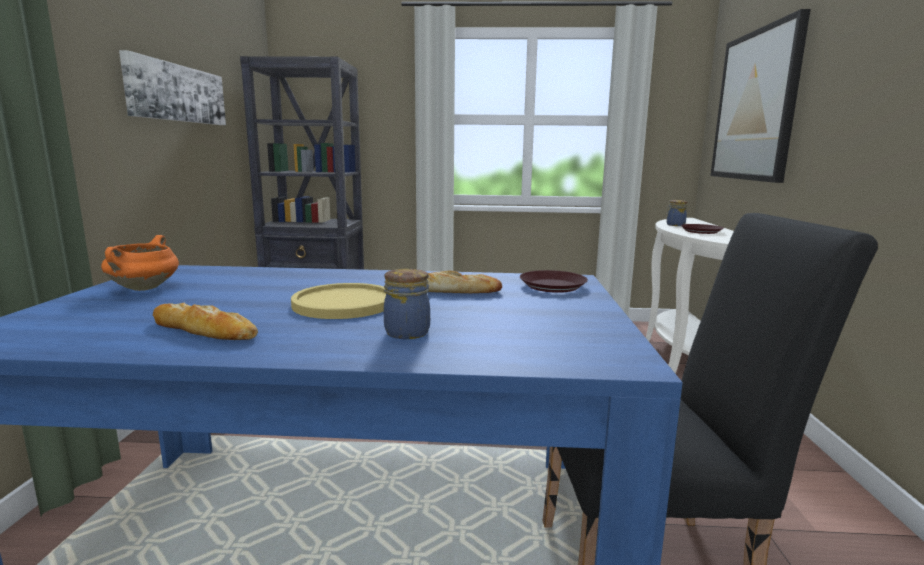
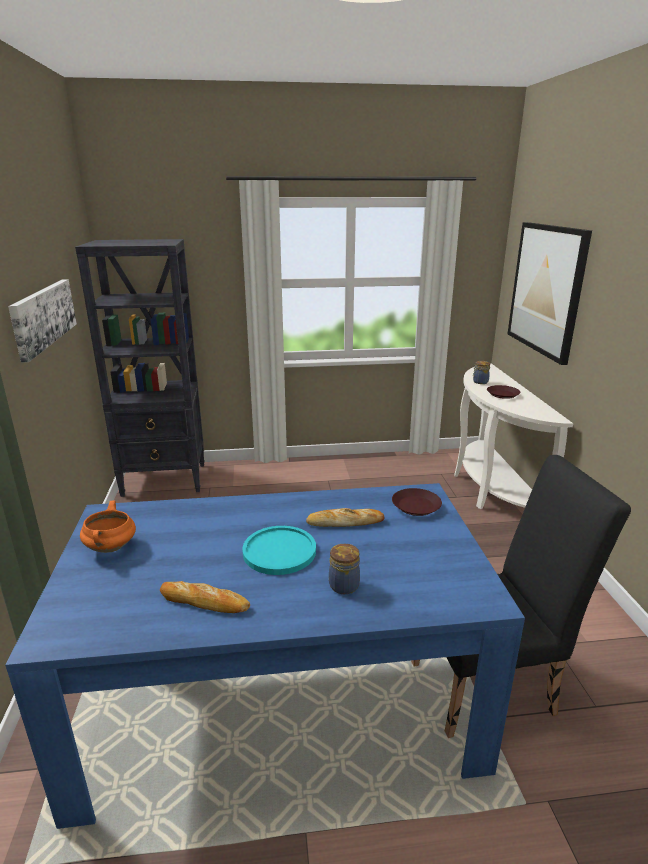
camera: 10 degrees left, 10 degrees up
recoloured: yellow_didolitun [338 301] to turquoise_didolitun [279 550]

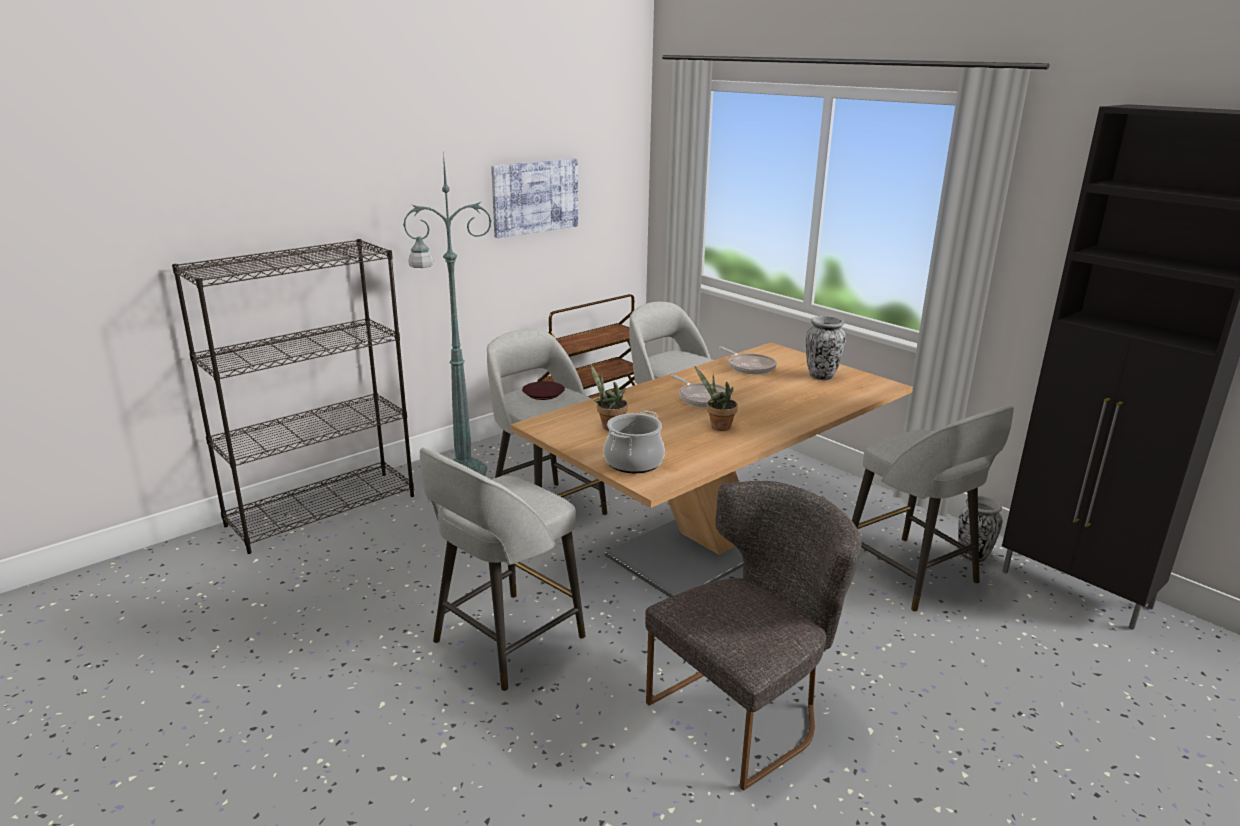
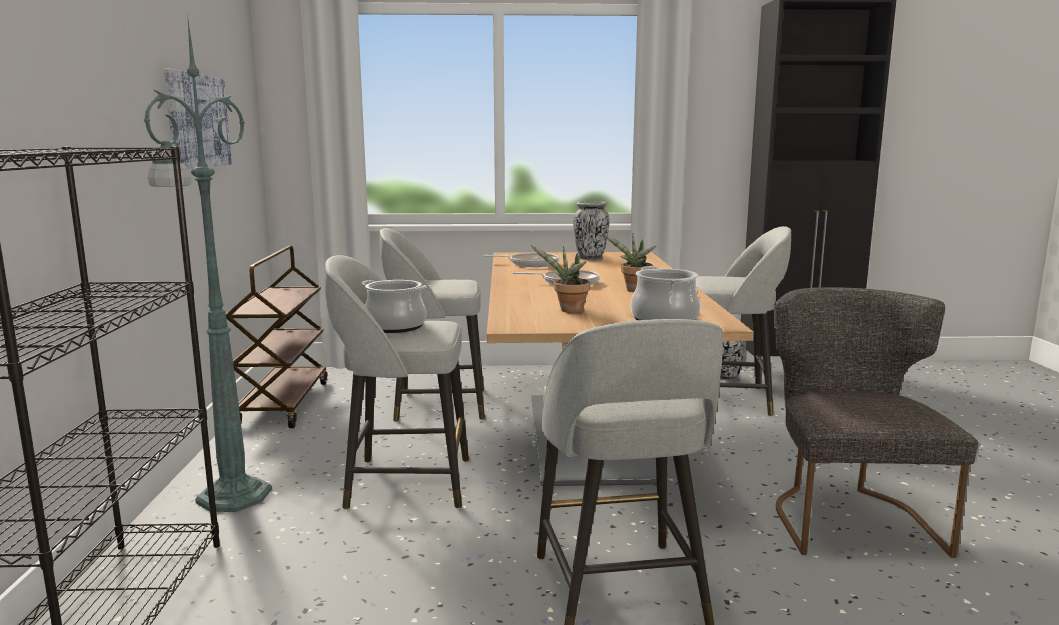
camera: 50 degrees left, 10 degrees down
replaced: brown_didolitun [543 390] to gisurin [394 306]

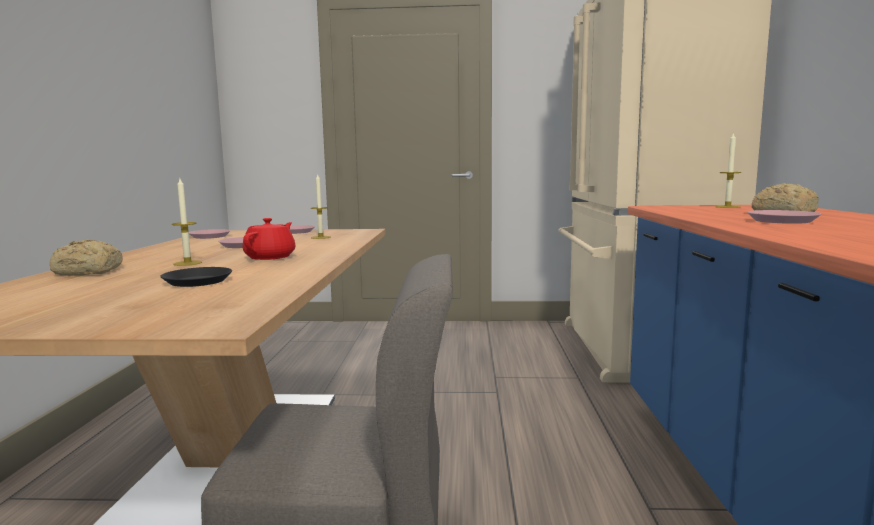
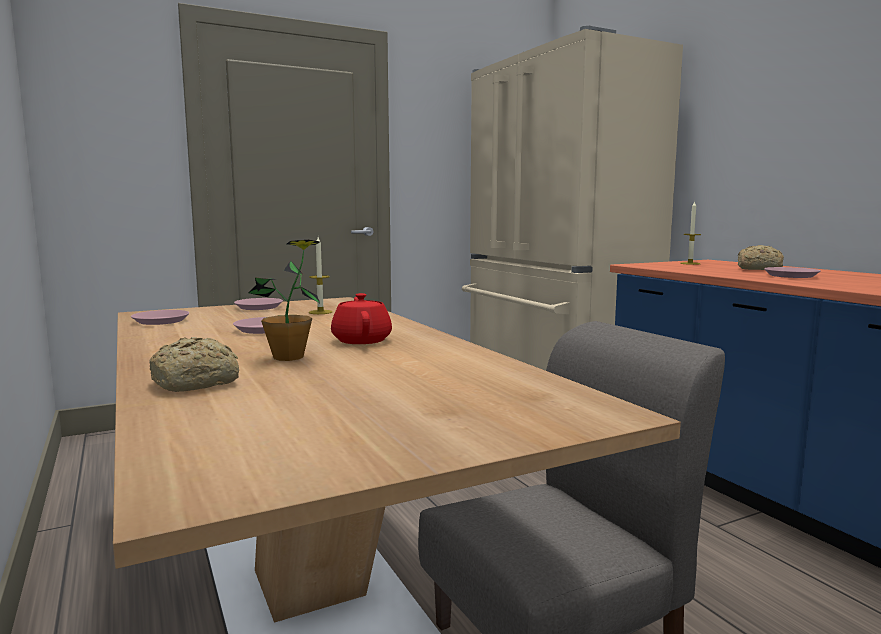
camera: 30 degrees left, 0 degrees up
removed: black_didolitun [196 277]
replaced: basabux [187 222] to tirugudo [284 300]

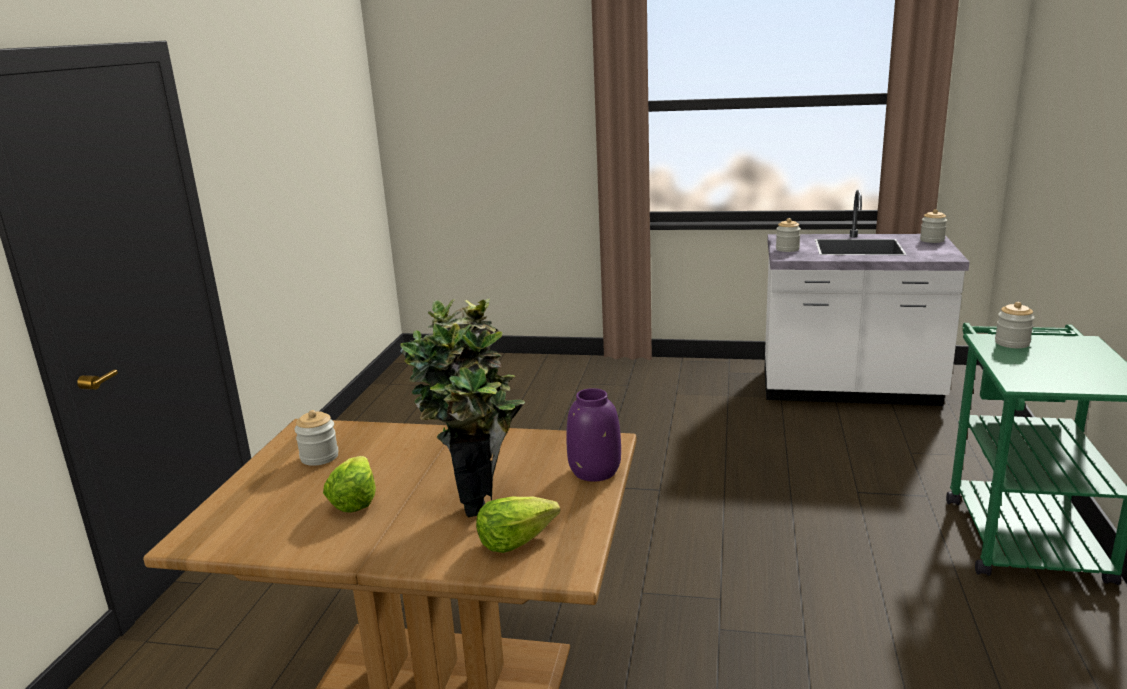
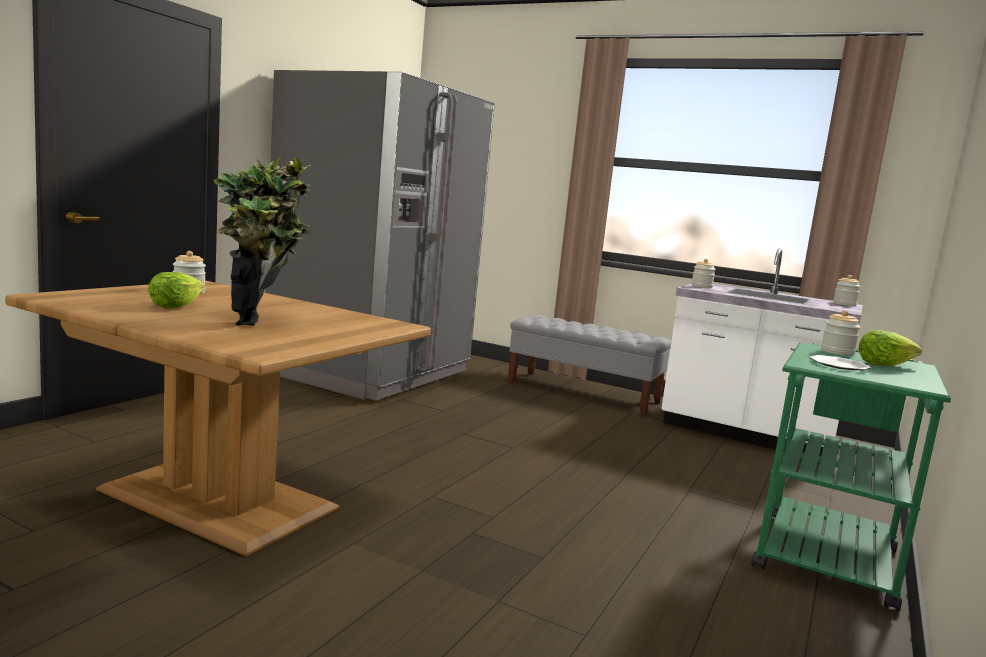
camera: 15 degrees right, 10 degrees down
removed: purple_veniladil [593 435]
added: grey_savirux [380 235]; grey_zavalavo [589 365]; didolitun [840 362]
moved: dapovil [518 525] to [890 348]

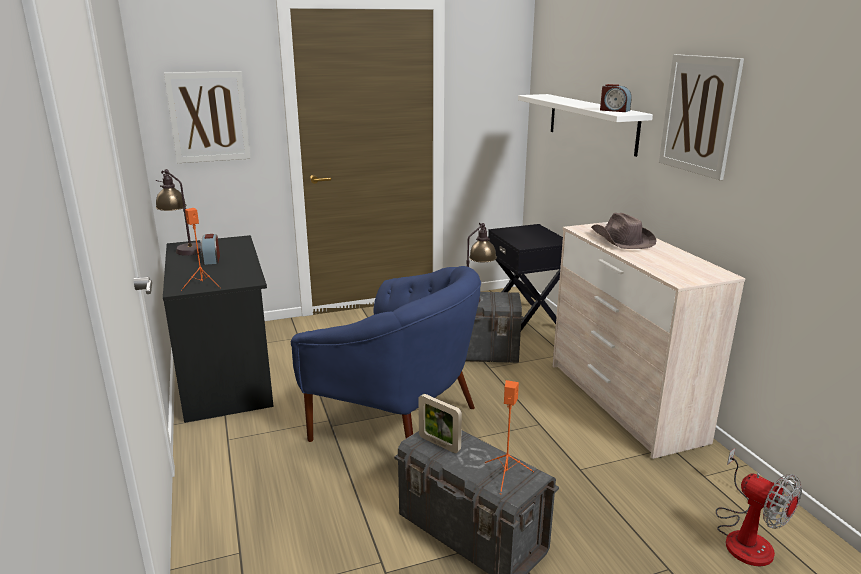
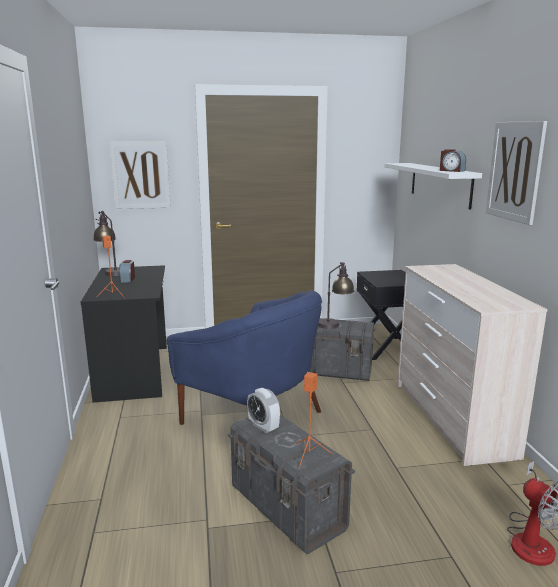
camera: 10 degrees right, 5 degrees down
removed: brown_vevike [624 231]
replaced: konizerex [440 423] to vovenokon [263 410]

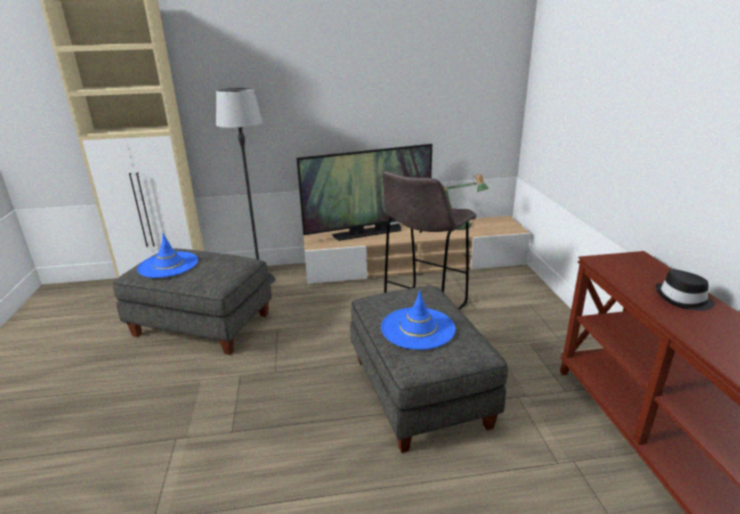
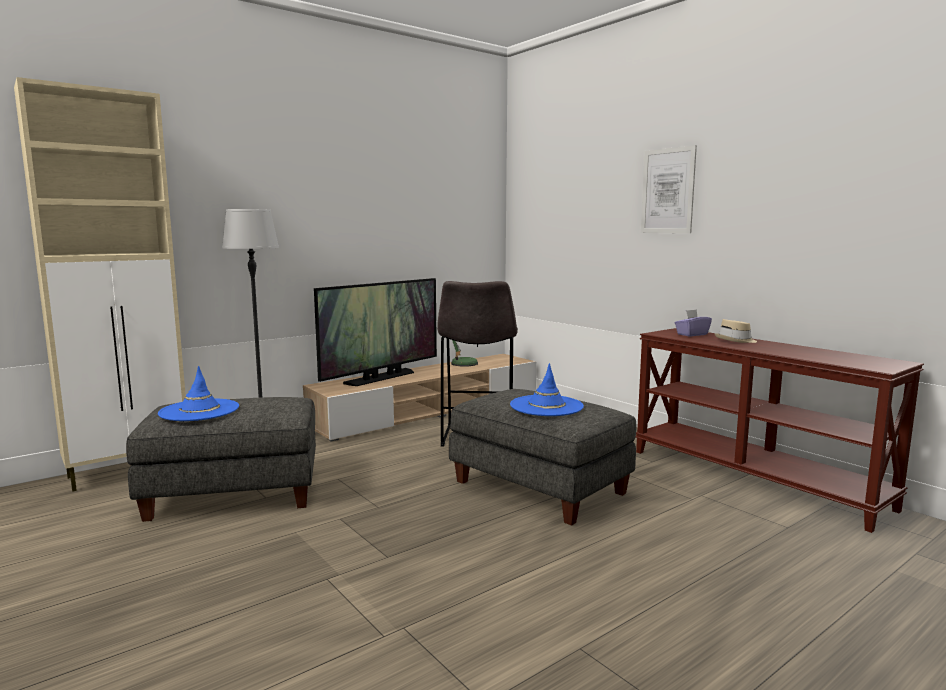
camera: 30 degrees left, 15 degrees down
added: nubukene [669 189]; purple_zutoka [693 322]
recoloured: black_vevike [685 290] to beige_vevike [736 331]

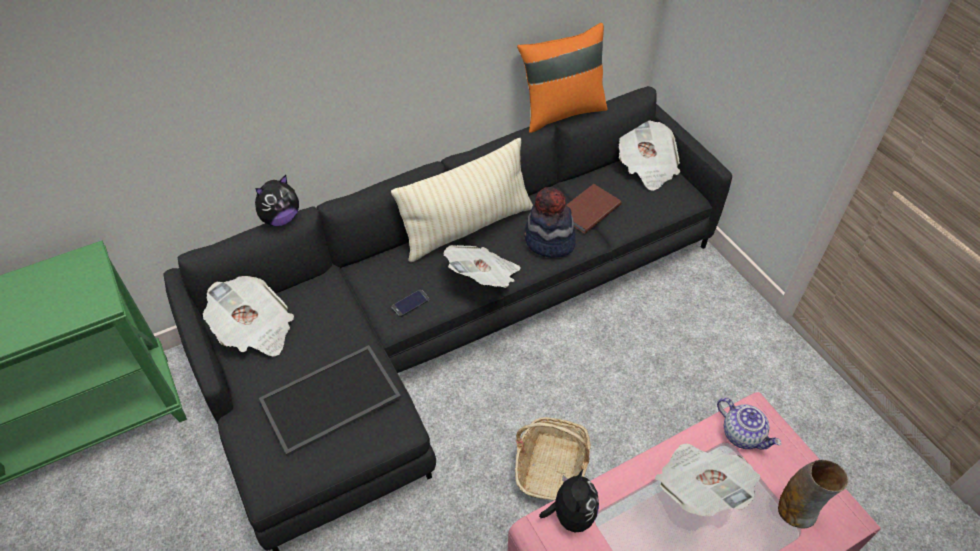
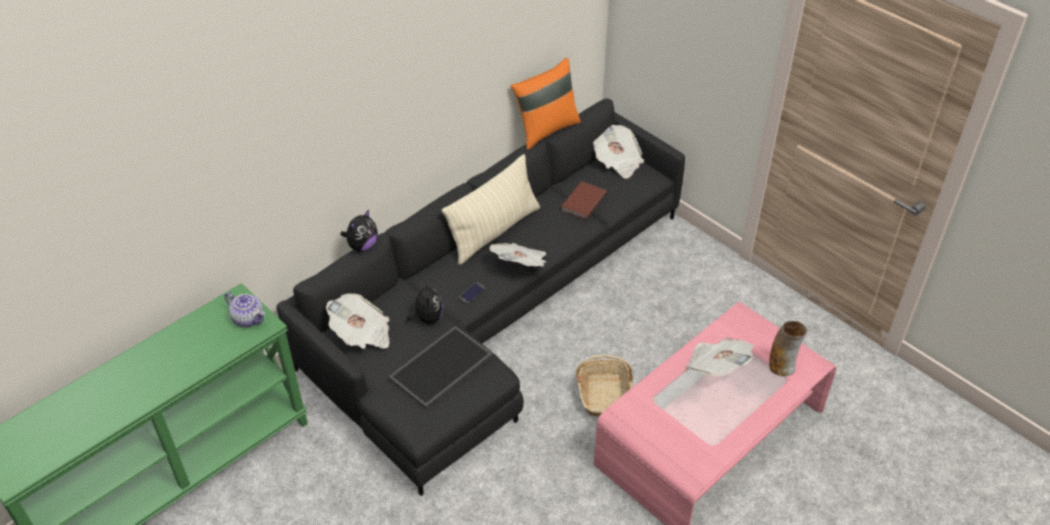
camera: 15 degrees left, 5 degrees down
removed: vevike [550 222]
moved: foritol [749 424] to [245 309]; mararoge [569 500] to [425 302]

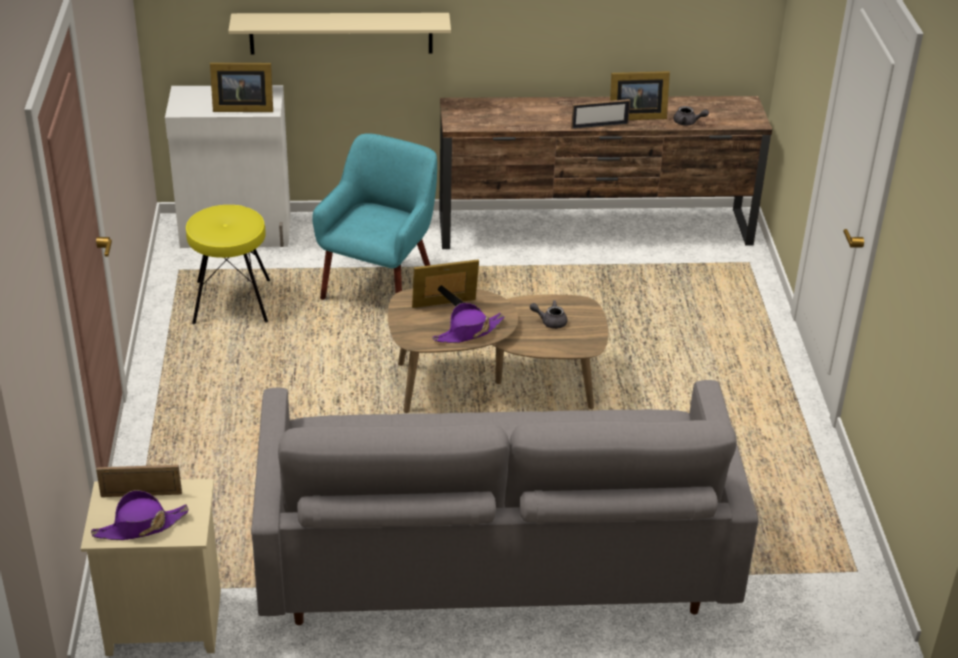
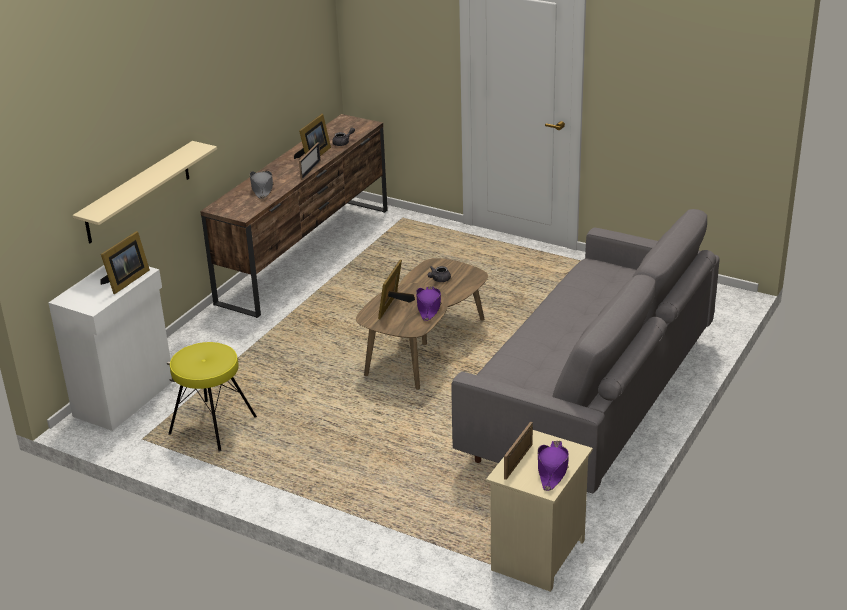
camera: 55 degrees left, 5 degrees down
removed: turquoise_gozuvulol [374 216]
added: grey_vevike [262 185]

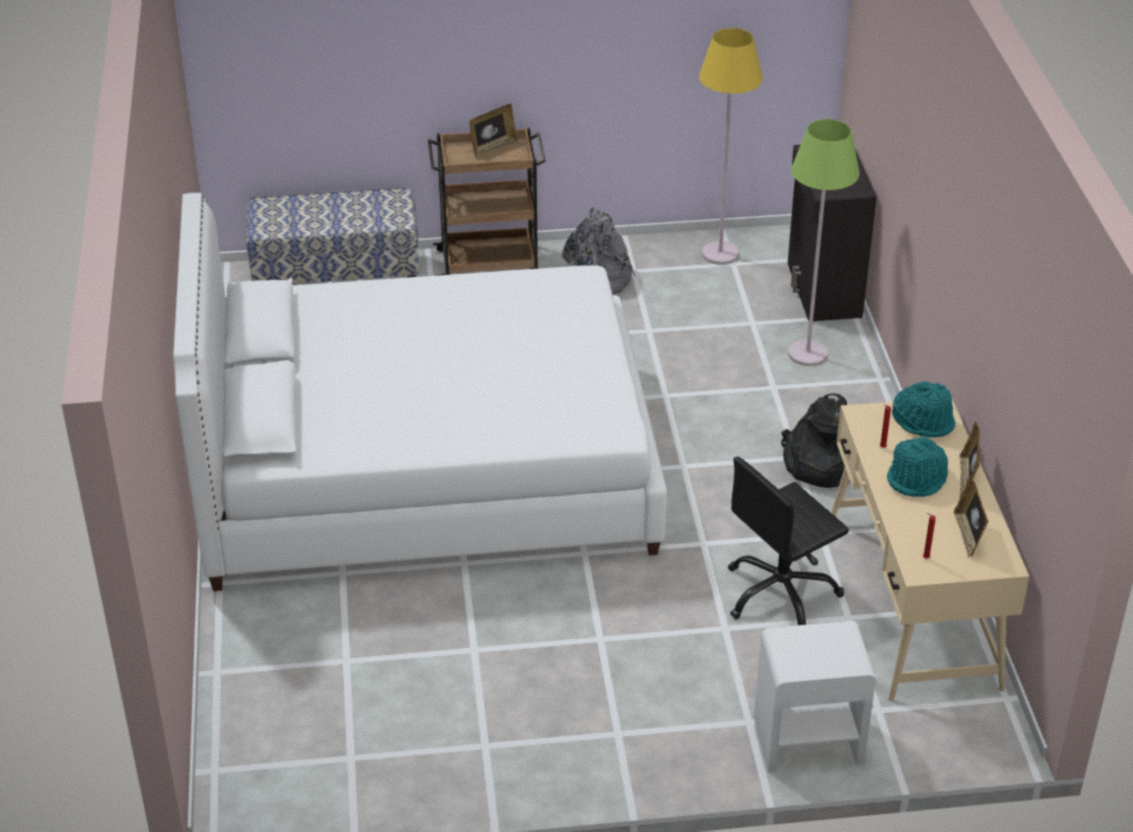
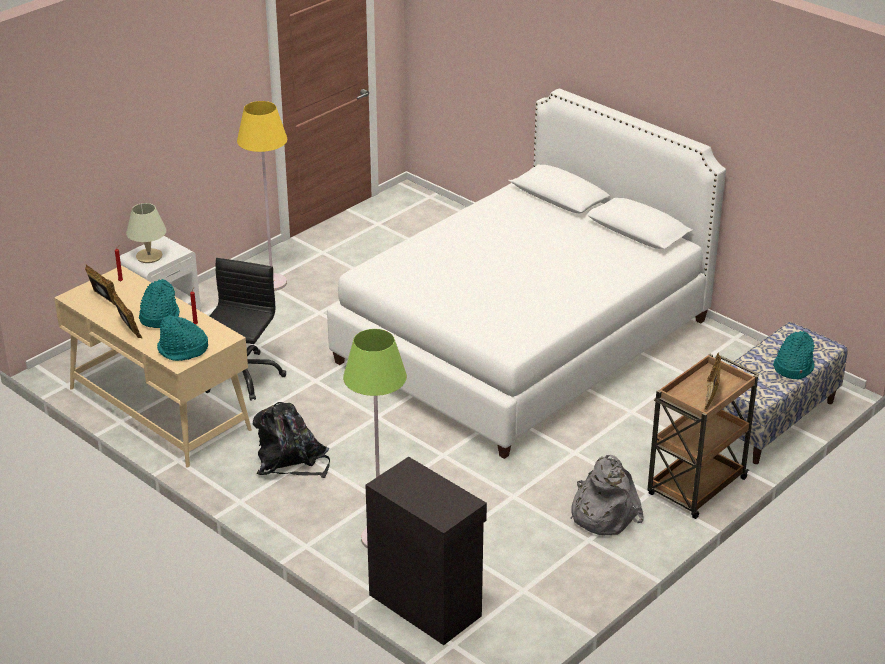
camera: 140 degrees right, 5 degrees down
added: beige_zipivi [146 233]; turquoise_vevike [794 355]
moved: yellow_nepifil [731 146] to [262 196]

